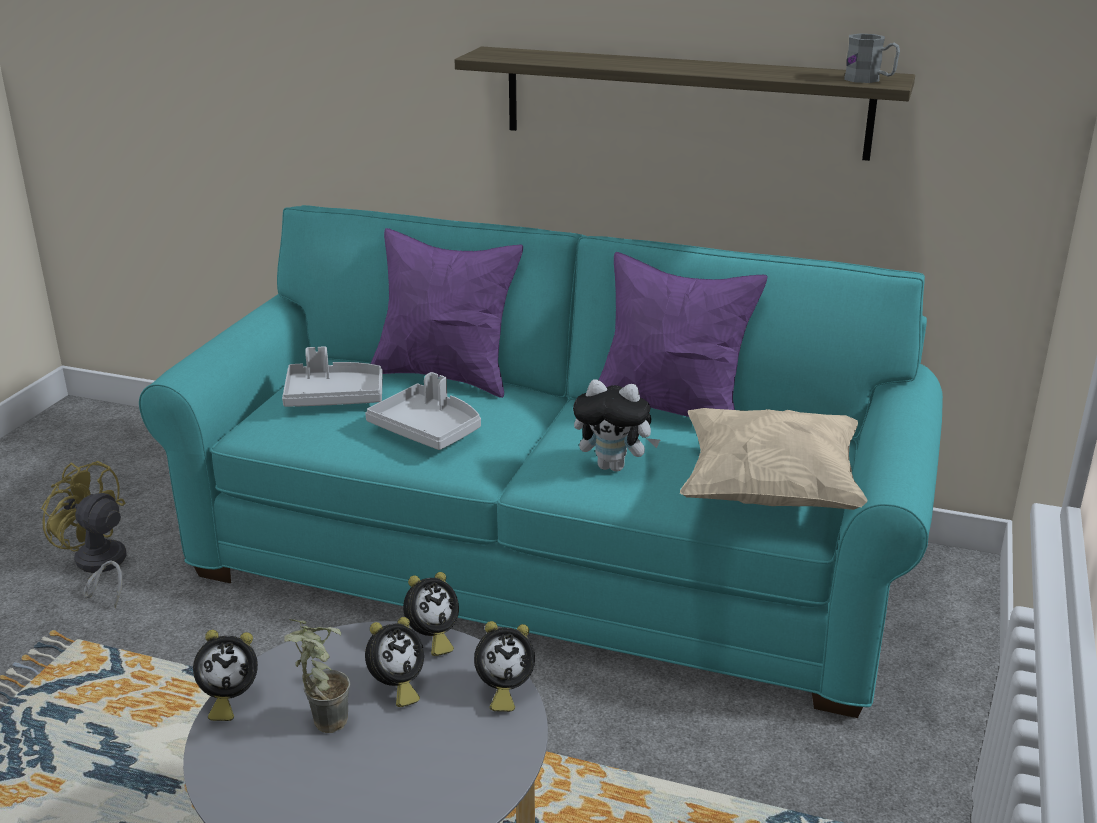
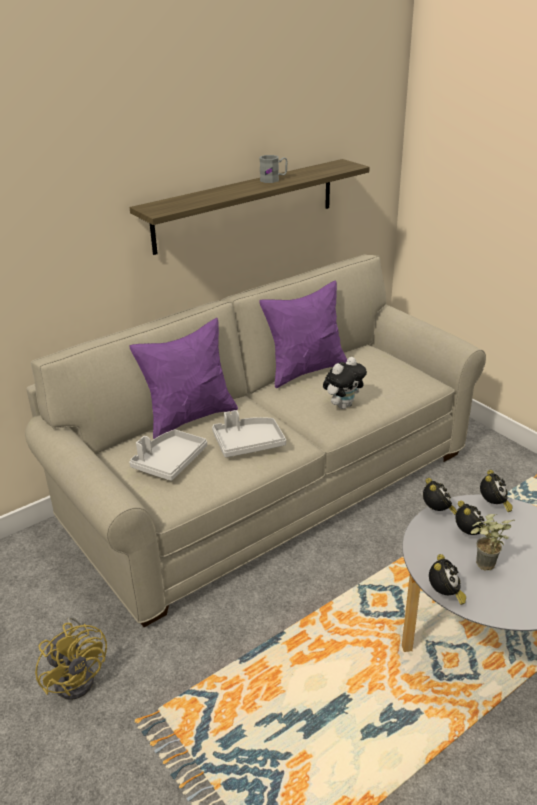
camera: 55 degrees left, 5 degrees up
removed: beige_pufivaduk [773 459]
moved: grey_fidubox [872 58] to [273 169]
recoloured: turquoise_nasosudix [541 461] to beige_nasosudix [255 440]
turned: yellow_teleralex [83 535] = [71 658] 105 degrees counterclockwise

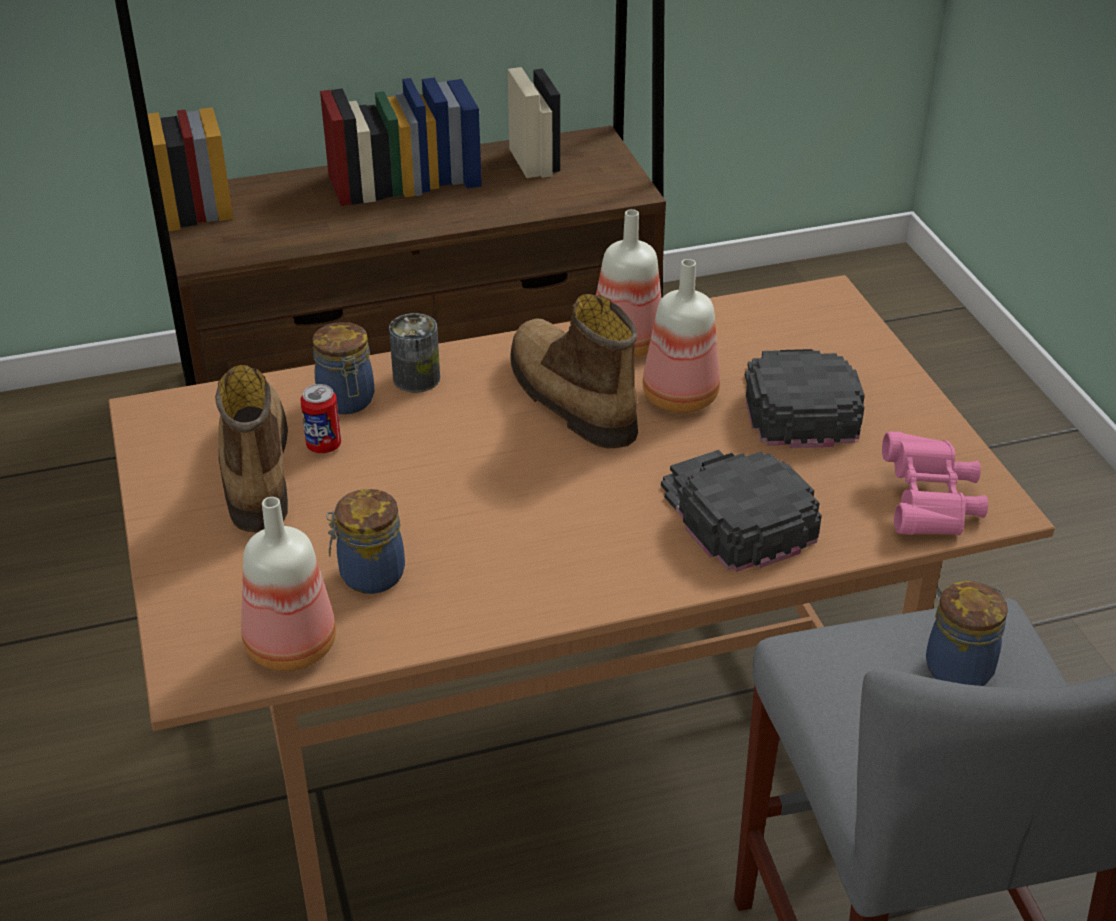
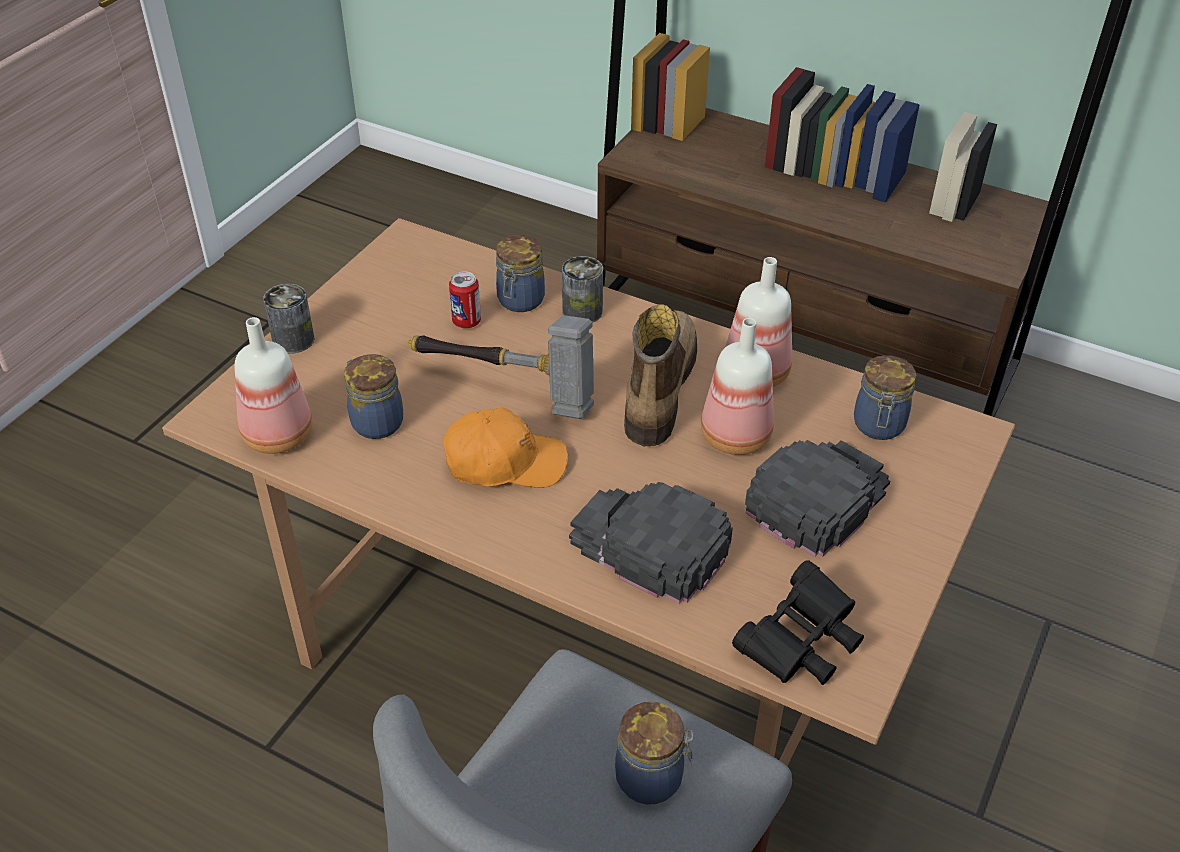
camera: 45 degrees right, 5 degrees up
removed: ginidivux [251 449]
added: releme [288 319]; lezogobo [501 367]; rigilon [885 397]; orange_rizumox [506 448]
recoloured: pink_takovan [935 483] to black_takovan [798 622]
turned: black_rizumox [741 511] = [651 543] 75 degrees counterclockwise

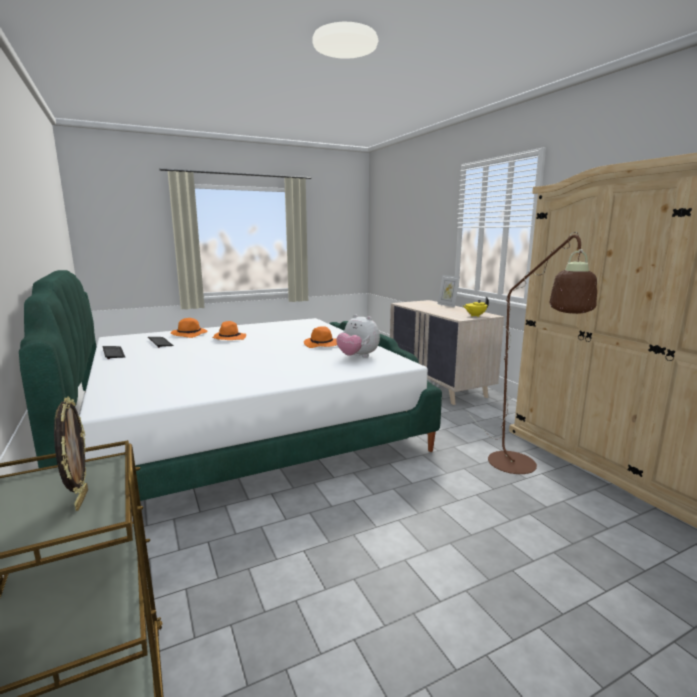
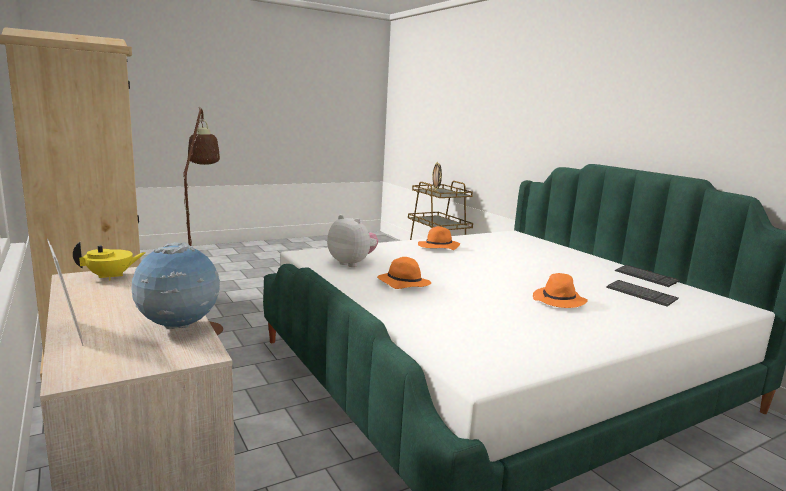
camera: 175 degrees right, 0 degrees up
added: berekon [175 285]
moved: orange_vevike [189 328] to [439 238]

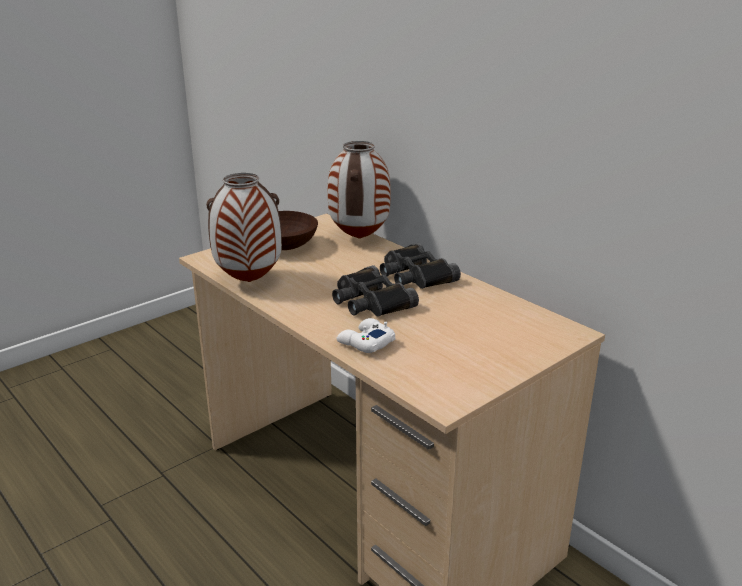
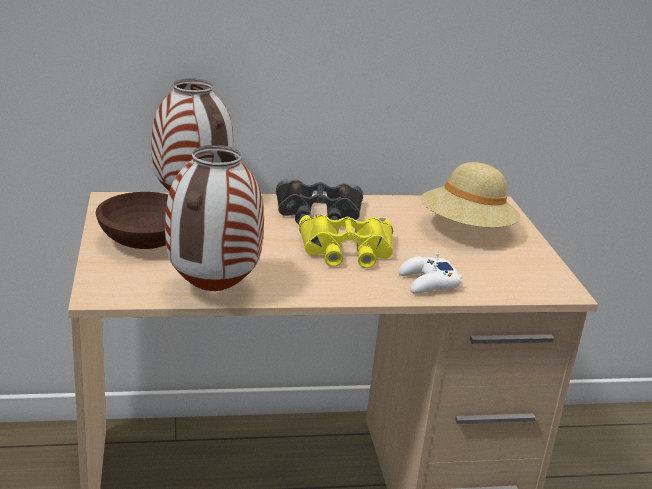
camera: 60 degrees left, 0 degrees up
added: beige_vevike [470 195]
recoloured: black_takovan [375 291] to yellow_takovan [346 241]

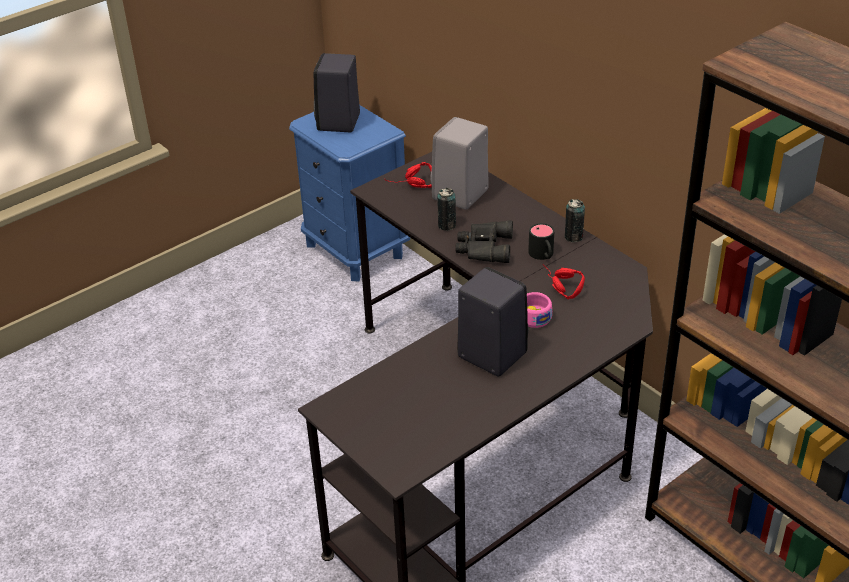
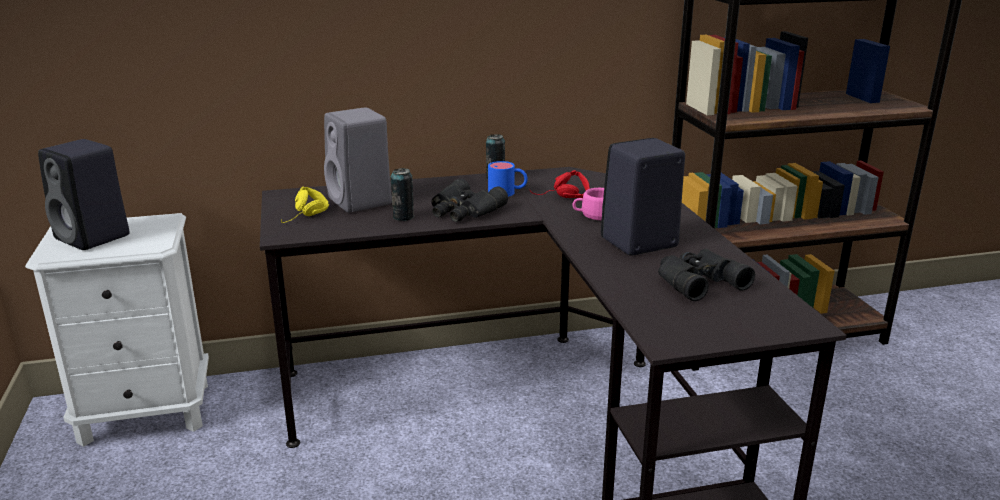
camera: 65 degrees left, 15 degrees down
added: black_takovan [706 275]
recoloured: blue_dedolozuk [349 193] to white_dedolozuk [117 330]; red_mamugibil [408 175] to yellow_mamugibil [305 204]; black_fidubox [541 241] to blue_fidubox [508 179]

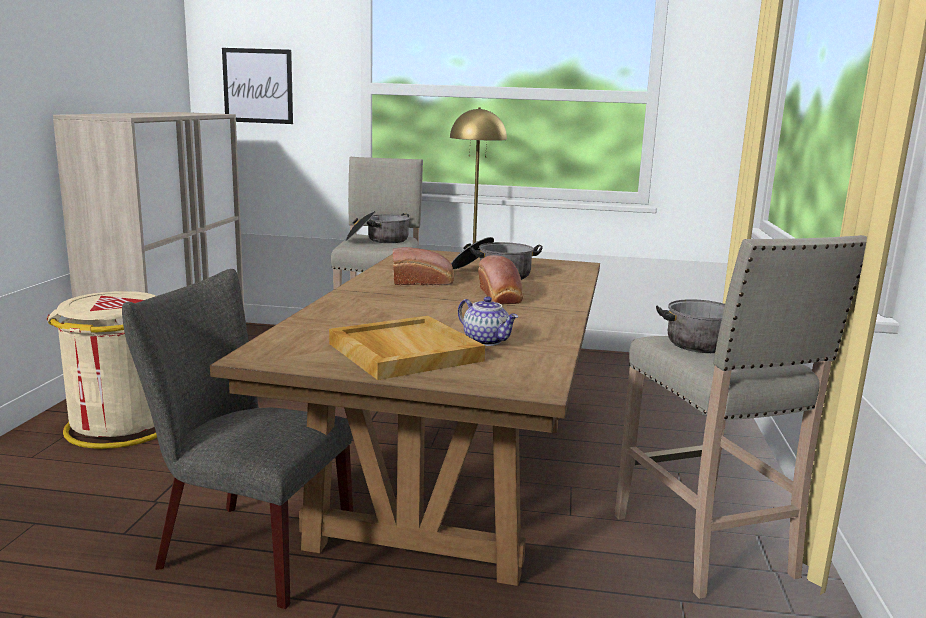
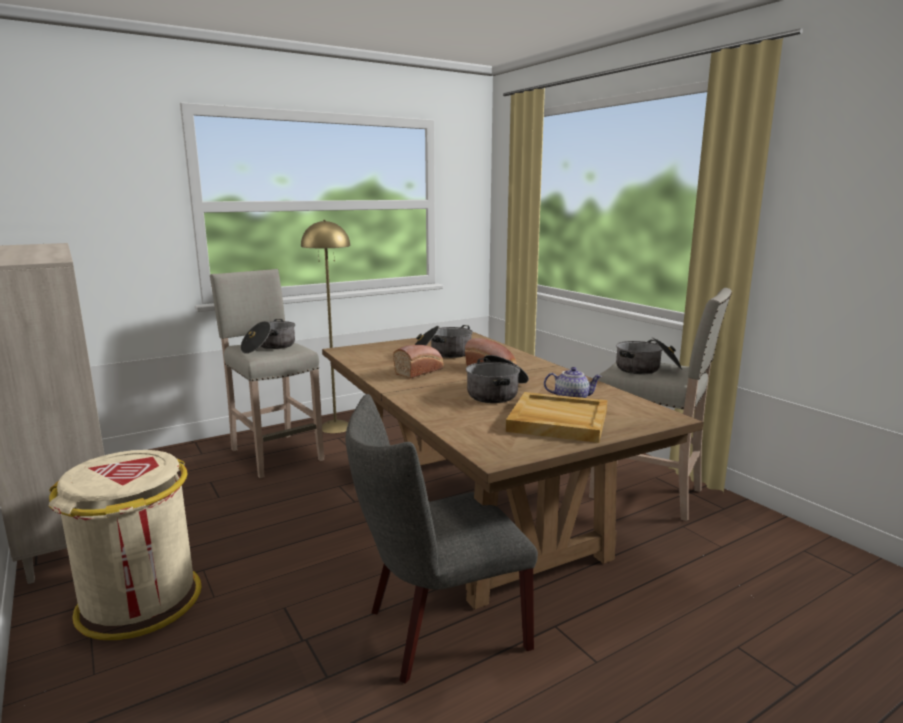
camera: 40 degrees left, 0 degrees up
removed: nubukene [257 86]
added: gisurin [497 379]

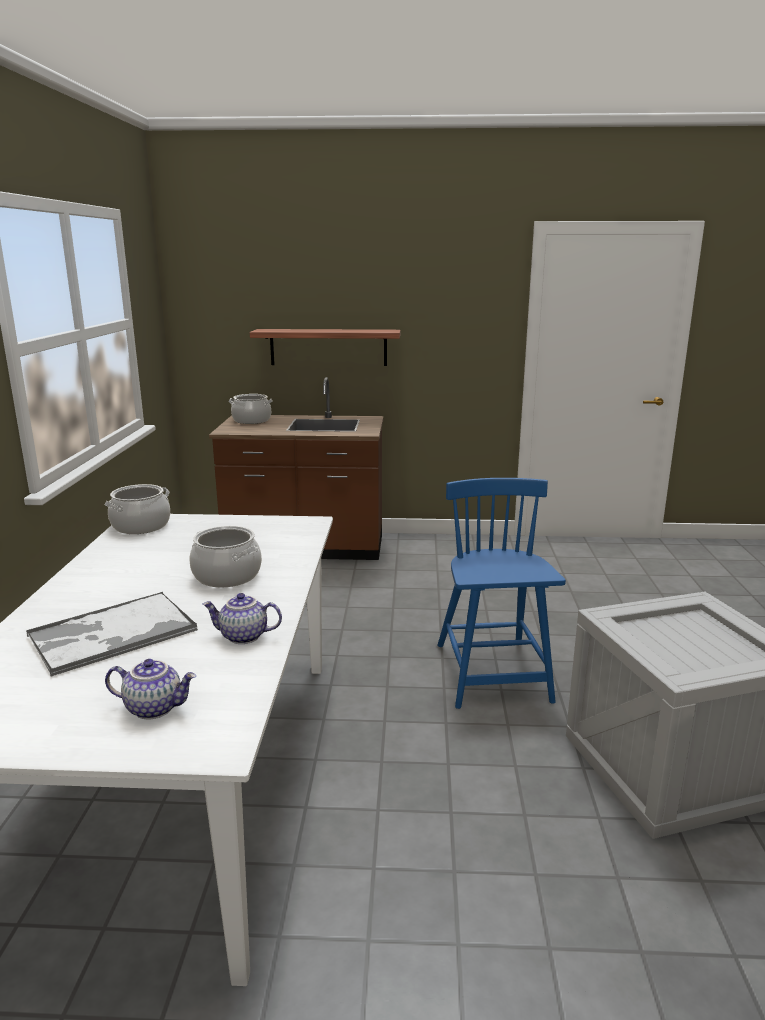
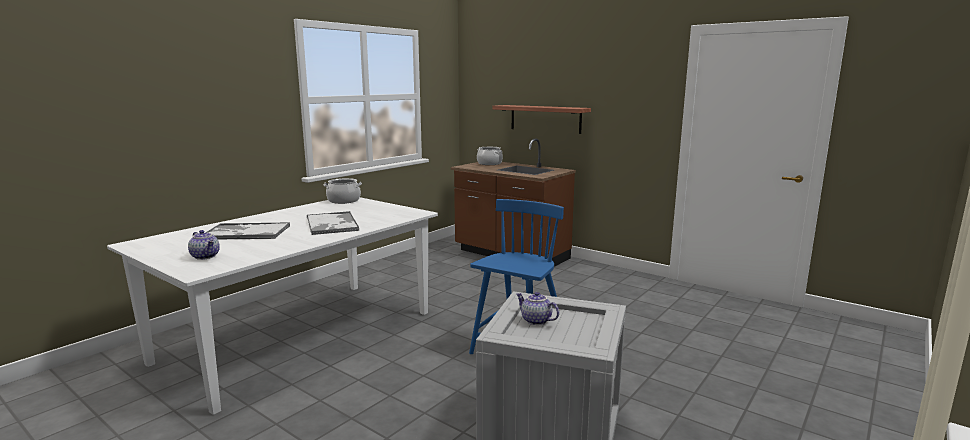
camera: 35 degrees right, 5 degrees down
moved: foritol [242 618] to [537 308]
replaced: gisurin [226 557] to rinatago [333 223]

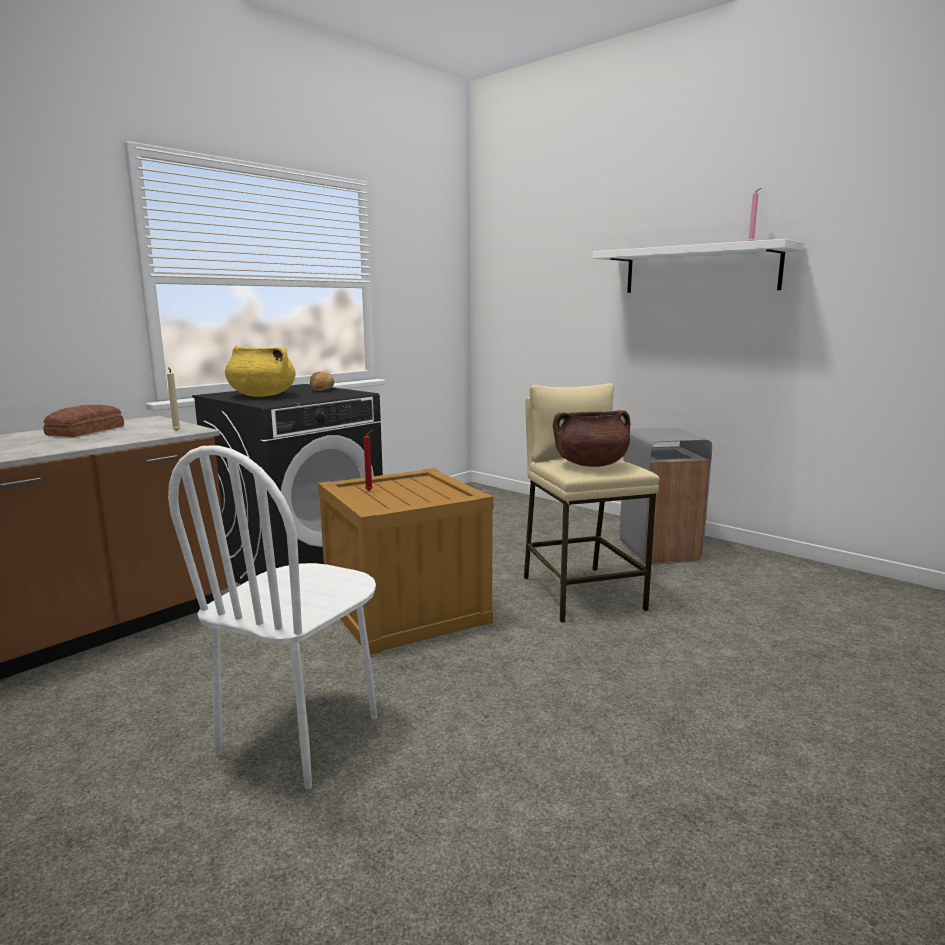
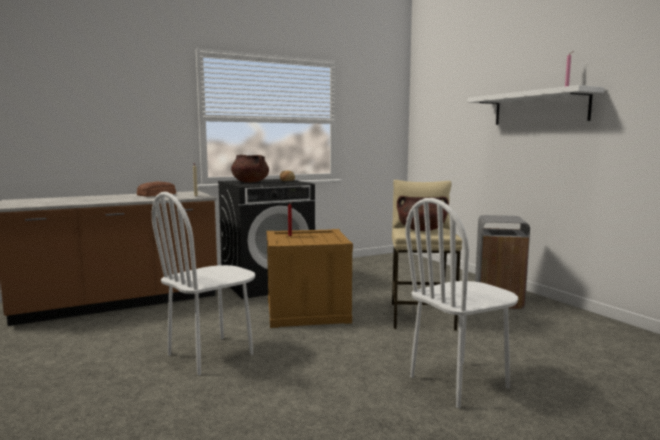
camera: 20 degrees right, 5 degrees down
added: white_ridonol [461 303]
recoloured: yellow_gisurin [260 371] to brown_gisurin [250 168]

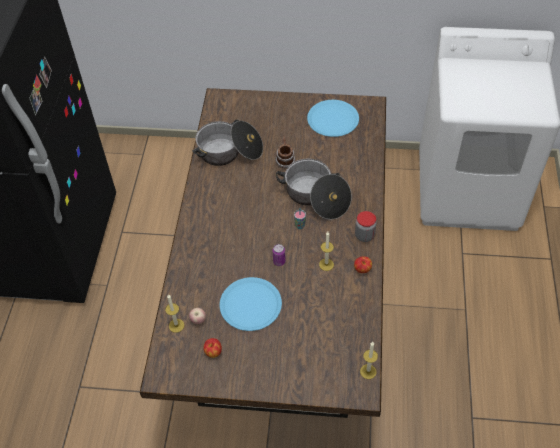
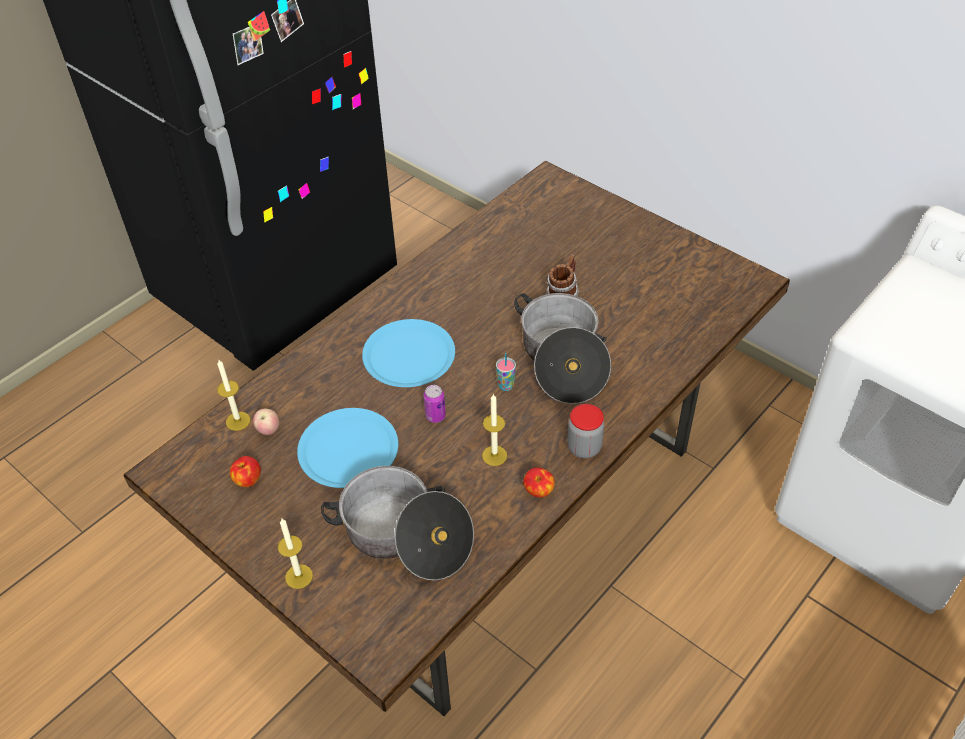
camera: 35 degrees right, 5 degrees down
moved: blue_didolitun [333 118] to [408 353]; gisurin [227 142] to [397 523]; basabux [369 360] to [295 554]

